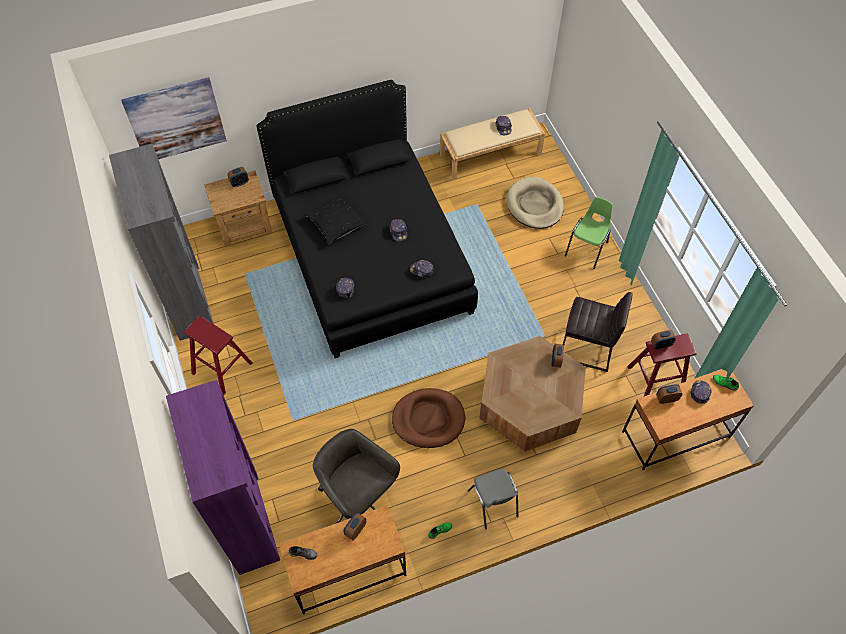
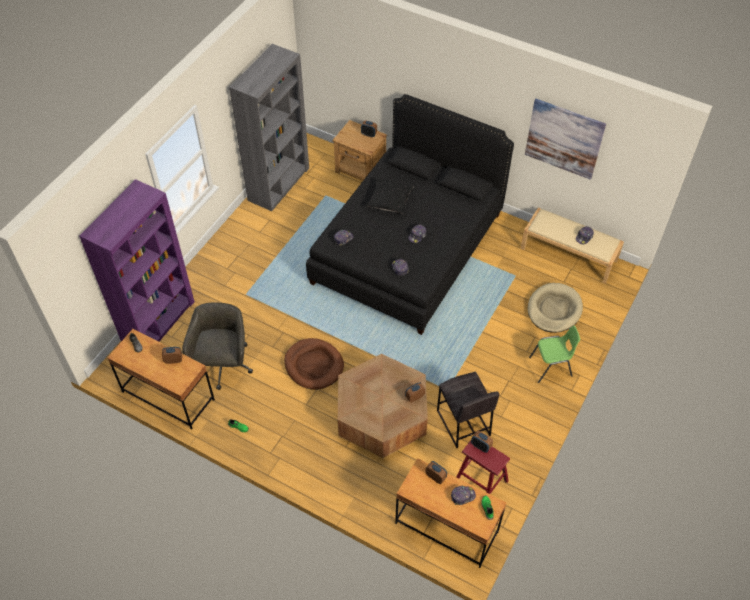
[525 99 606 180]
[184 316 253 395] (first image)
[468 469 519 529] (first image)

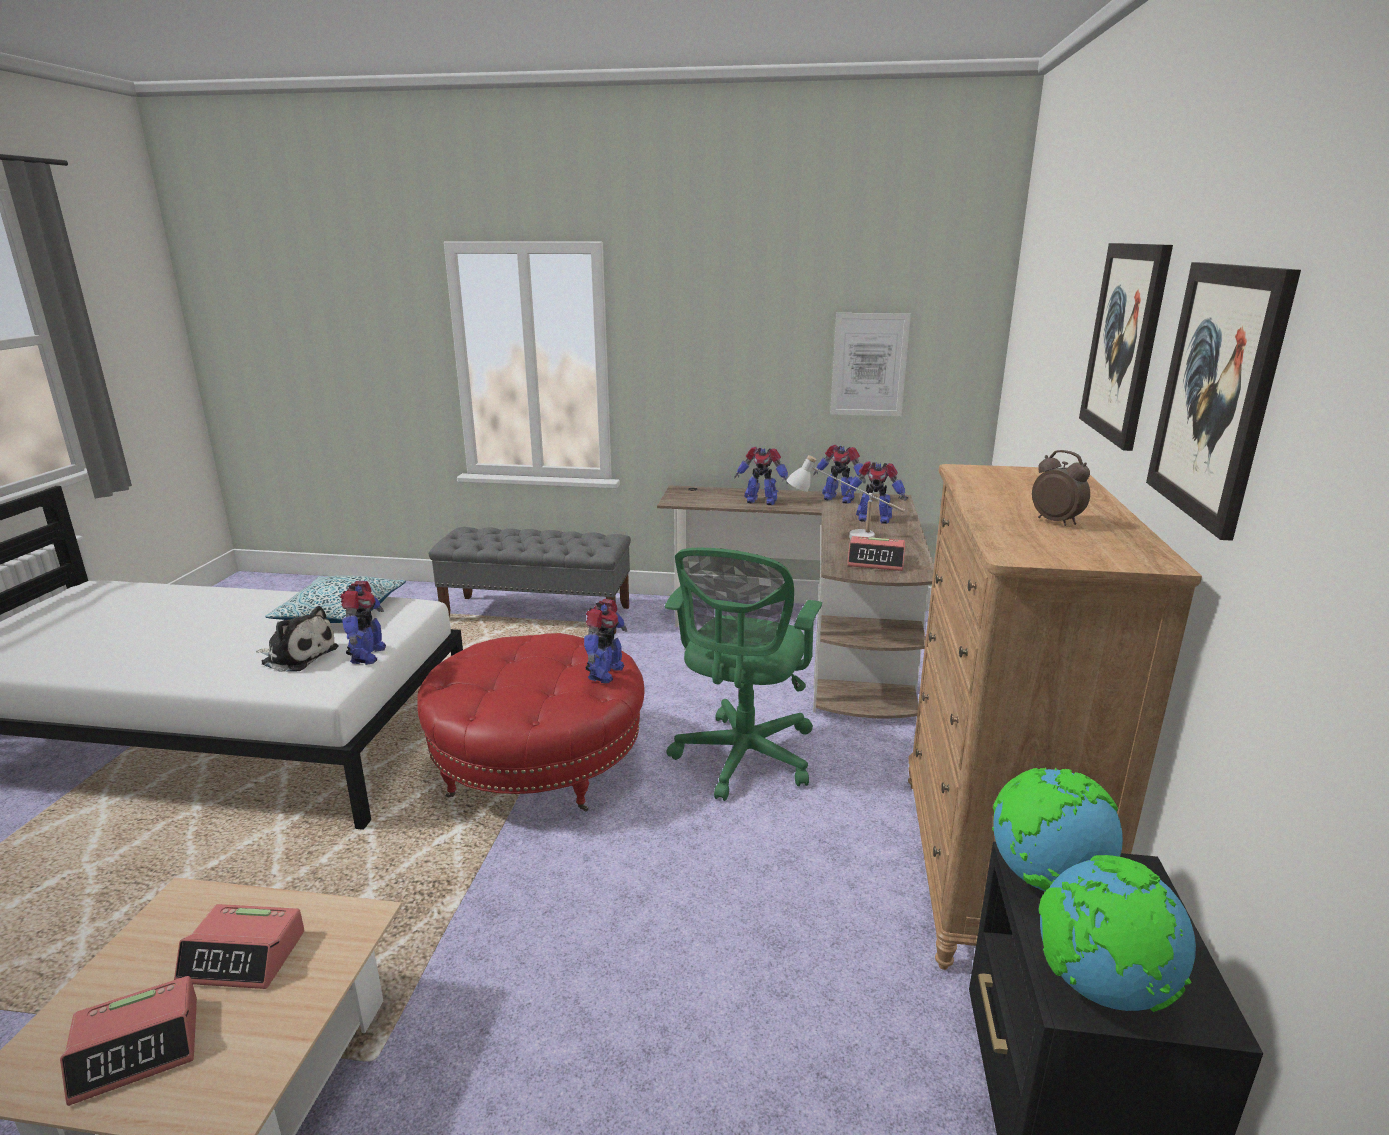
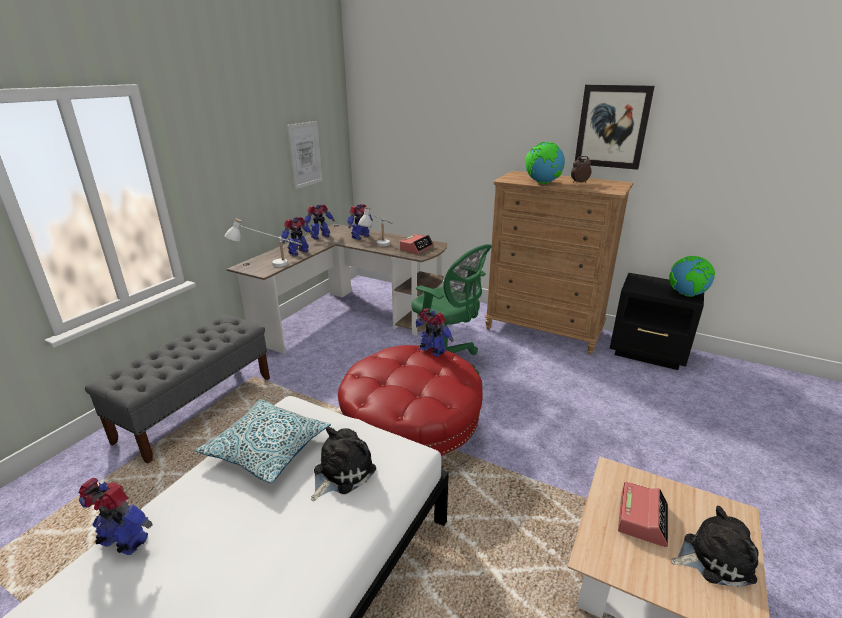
[671 506 759 588]
[79 478 153 555]
[525 142 565 184]
[1079 243 1173 451] (first image)
[225 219 302 267]

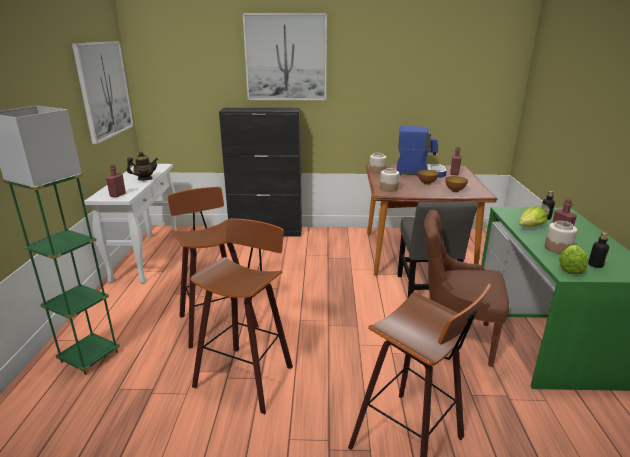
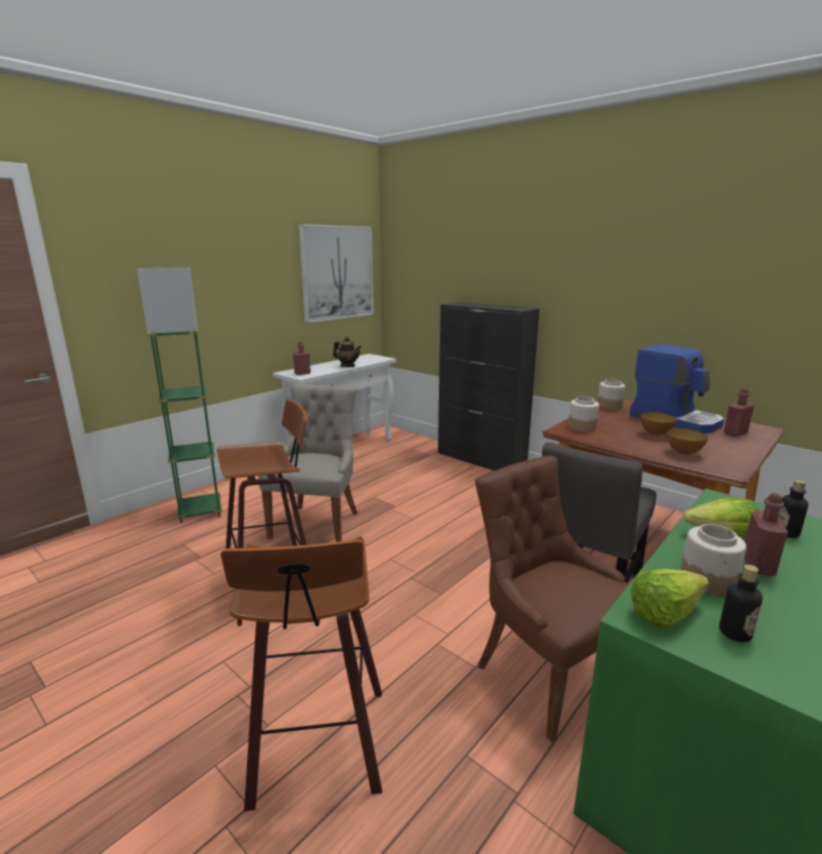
[258 384 358 542]
[242 13 327 100] (first image)

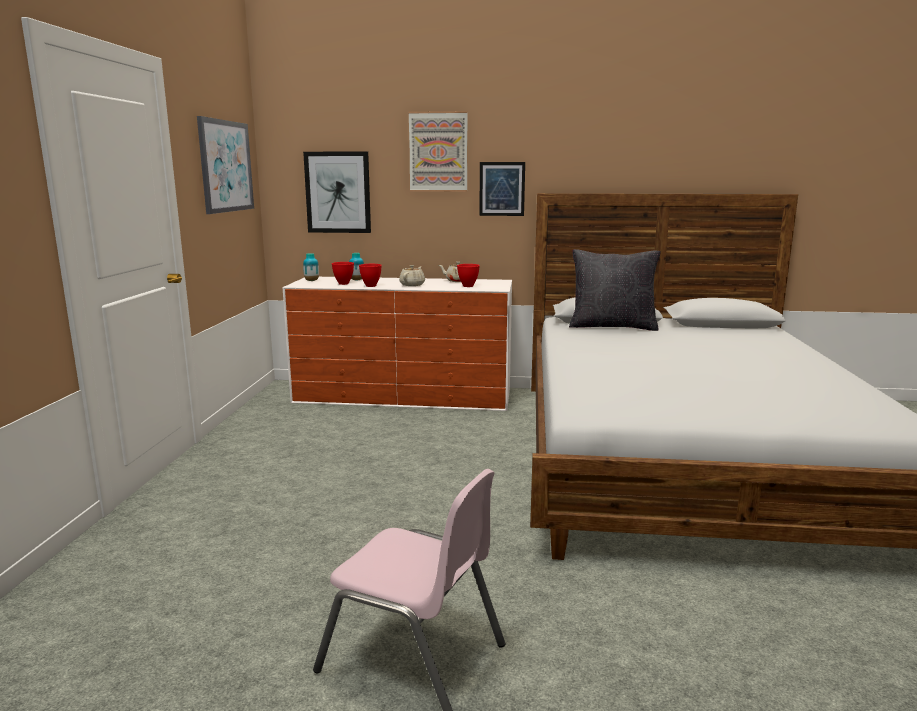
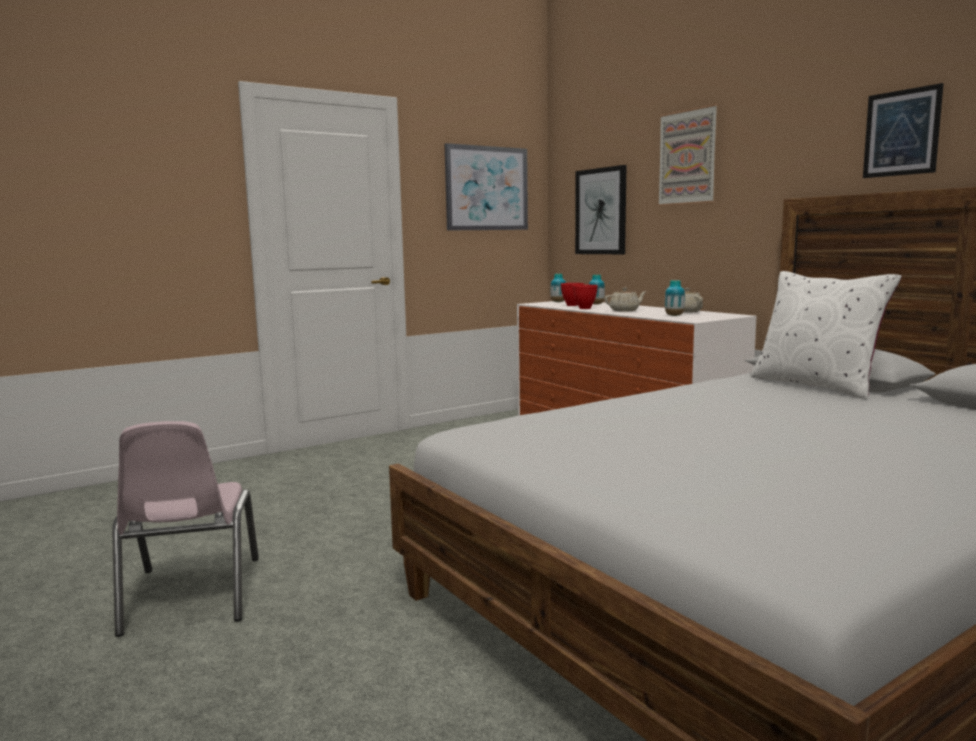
[665 280 685 316]
[863 83 944 178]
[750 271 902 399]

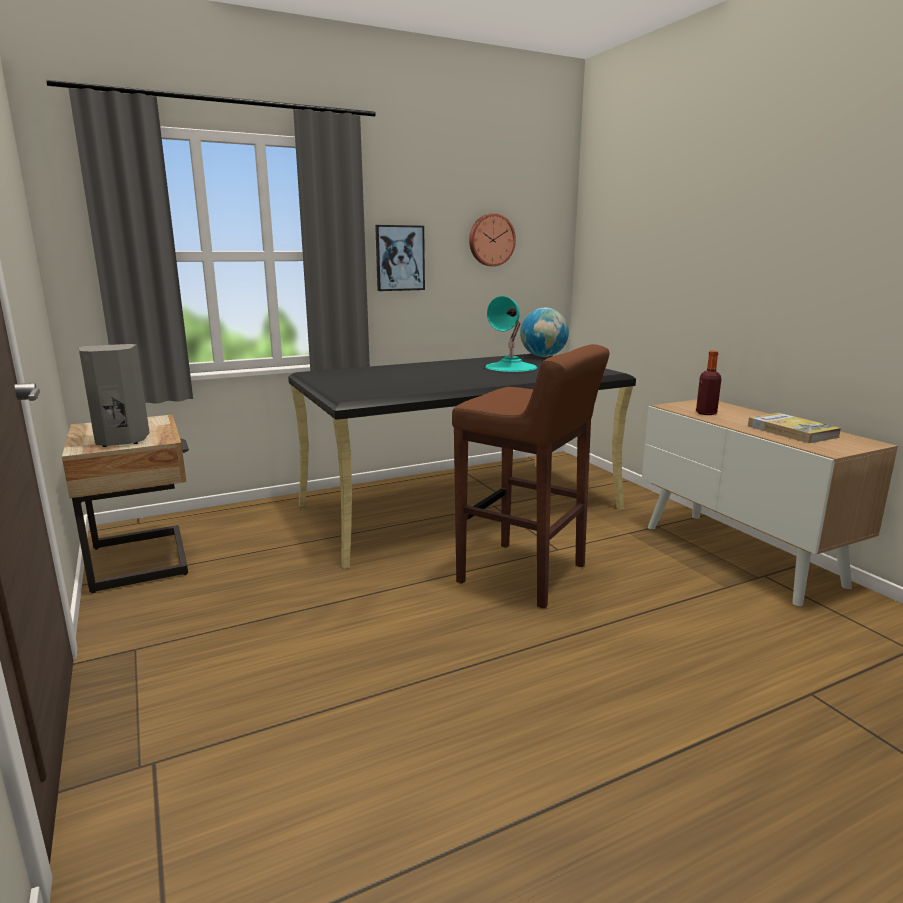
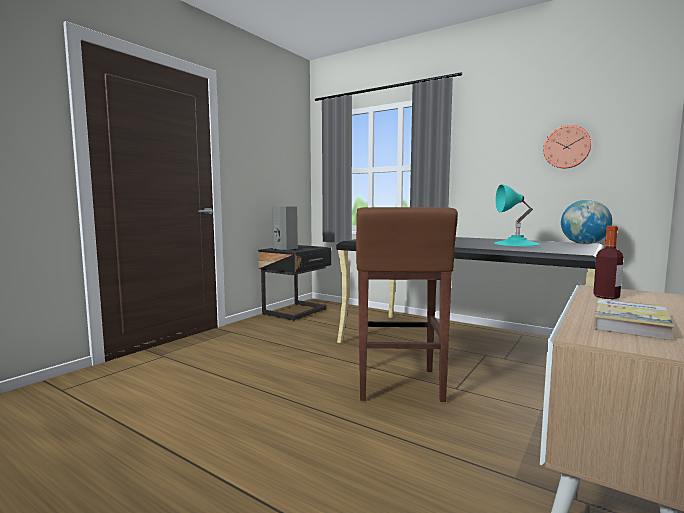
[258 245 331 321]
[375 225 425 291] (first image)

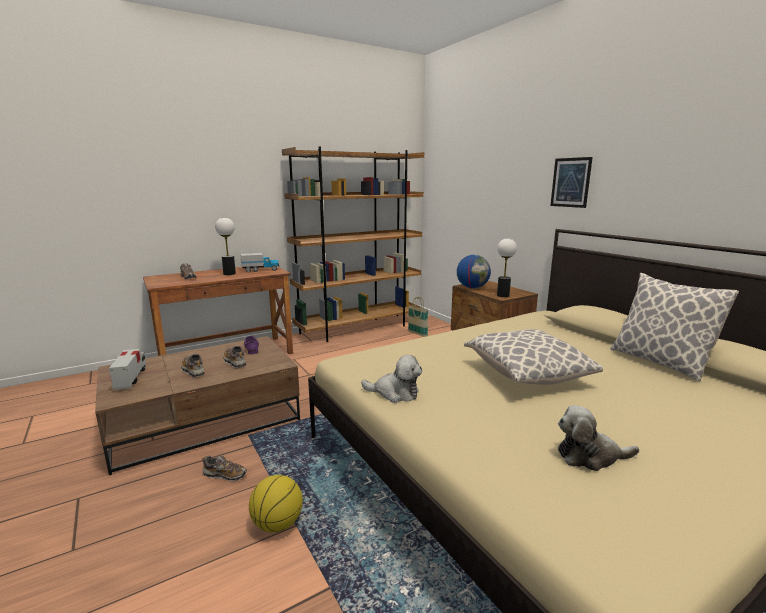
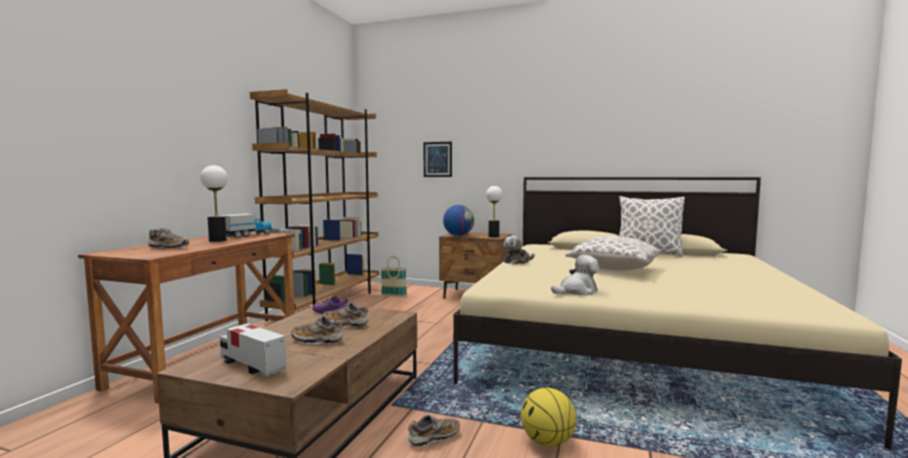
[423 142 452 177]
[503 236 535 264]

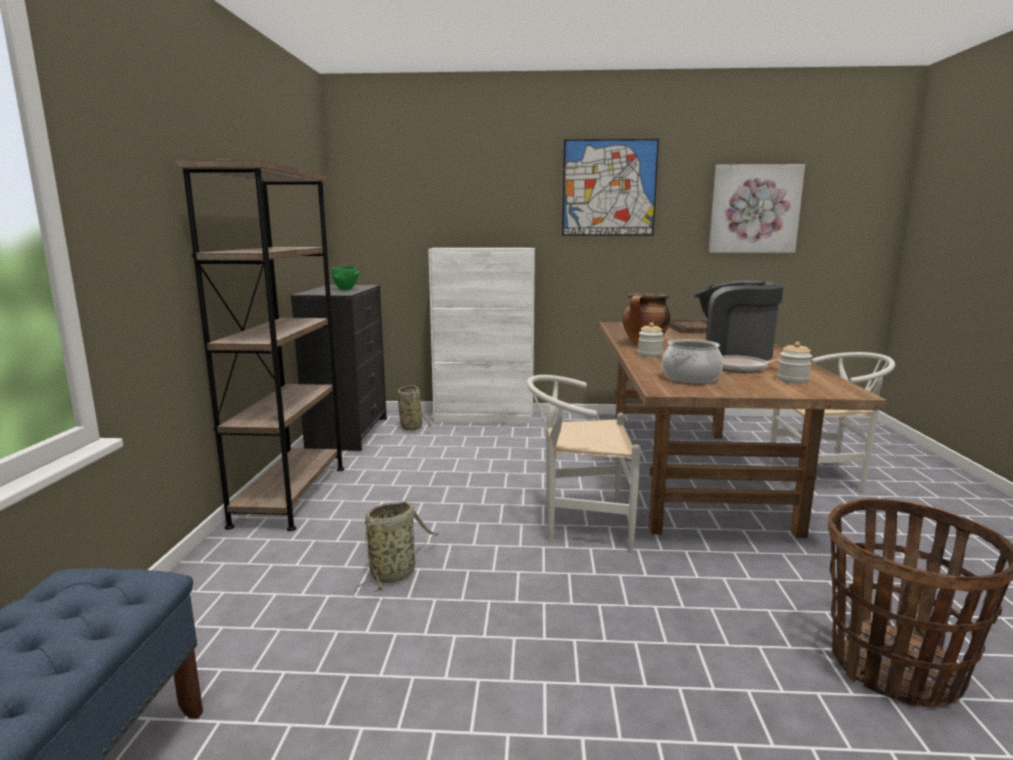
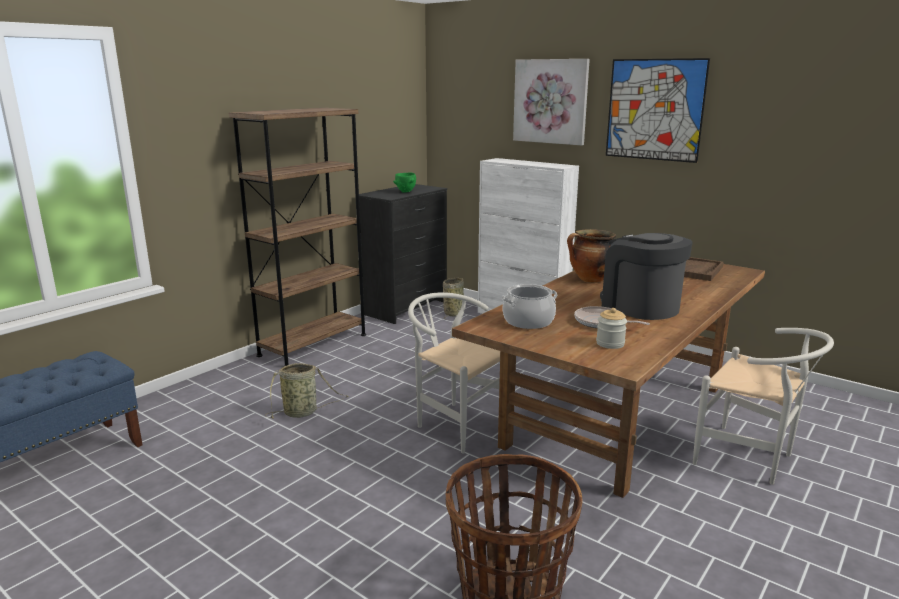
[638 322 664 357] (first image)
[513 59 590 145]

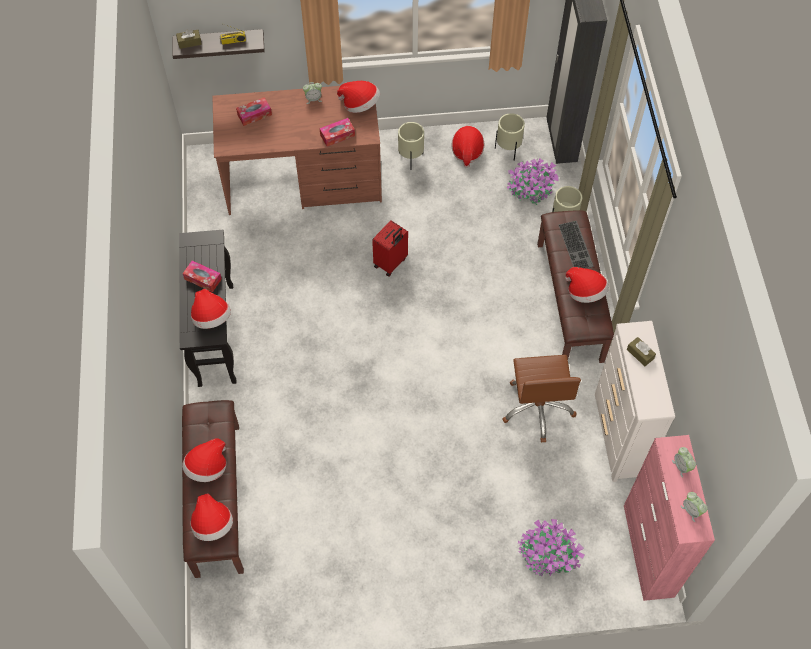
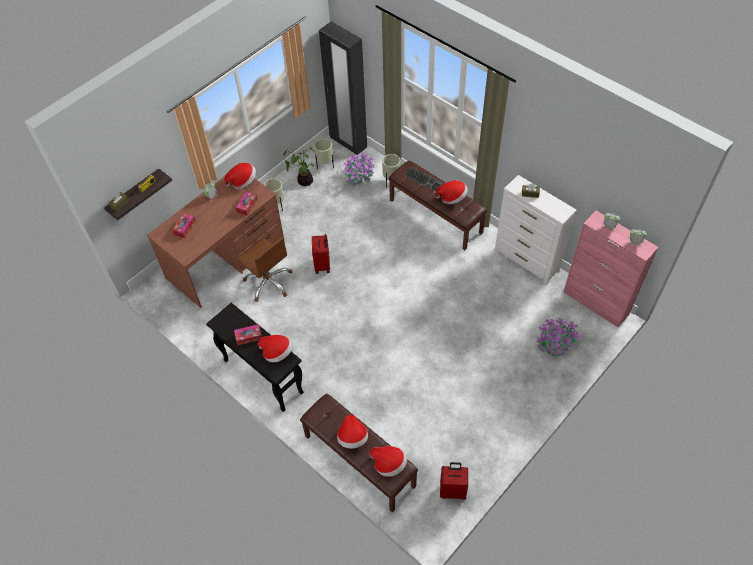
[284 146 316 186]
[237 237 293 302]
[440 462 468 500]

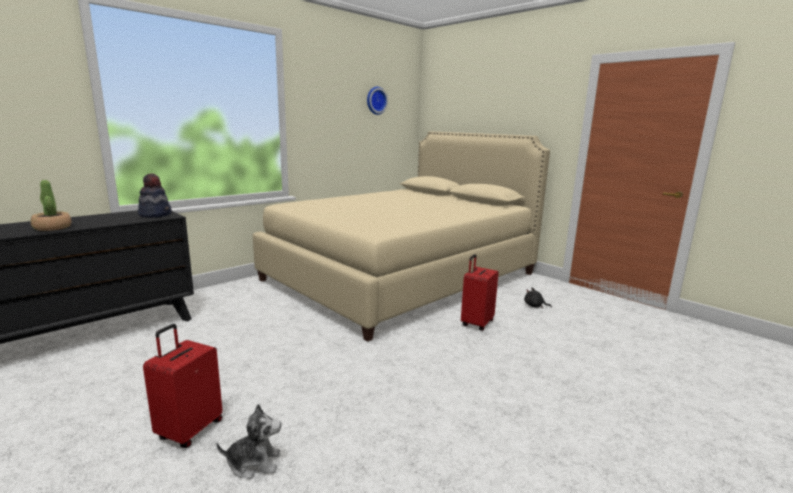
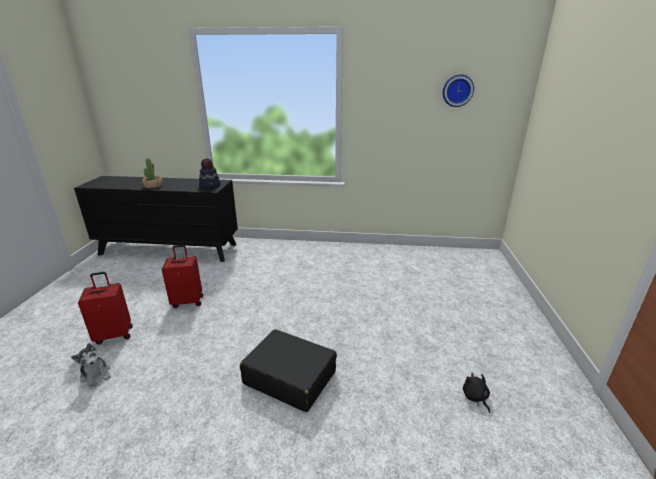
[253 131 550 342] (first image)
[162 245 203 308]
[240 329 337 412]

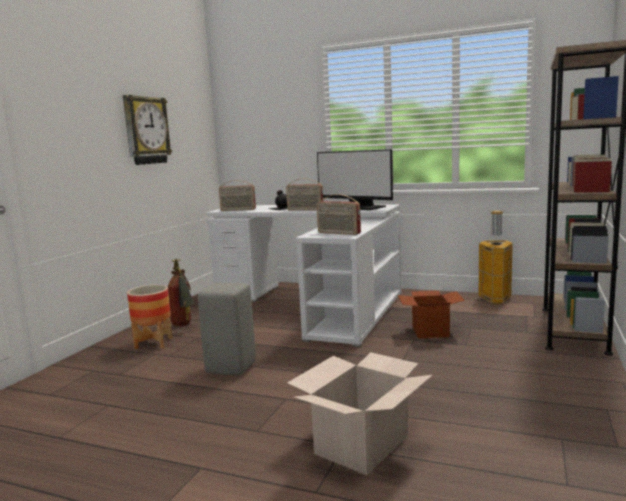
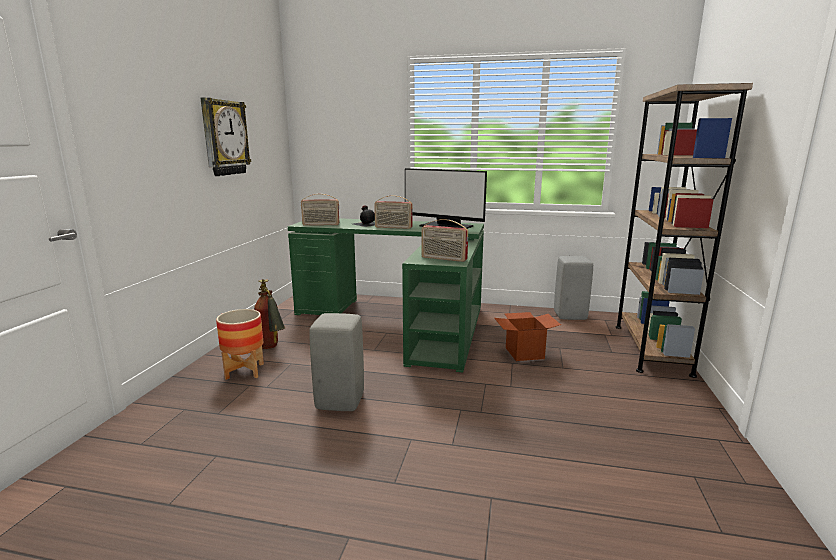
[288 218 484 372]
[287 352 433 475] (first image)
[554 256 593 320]

